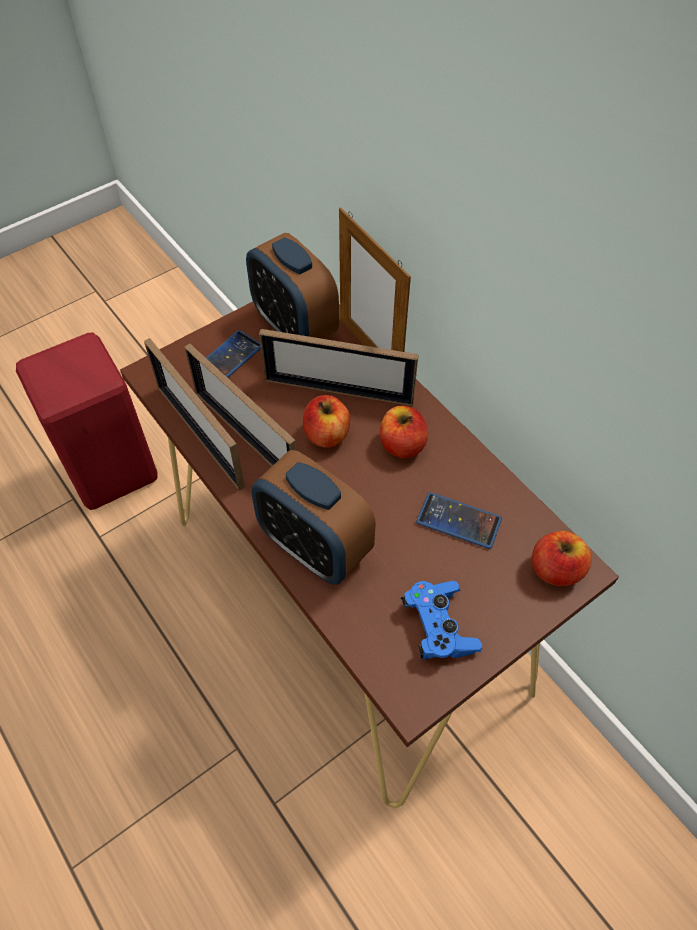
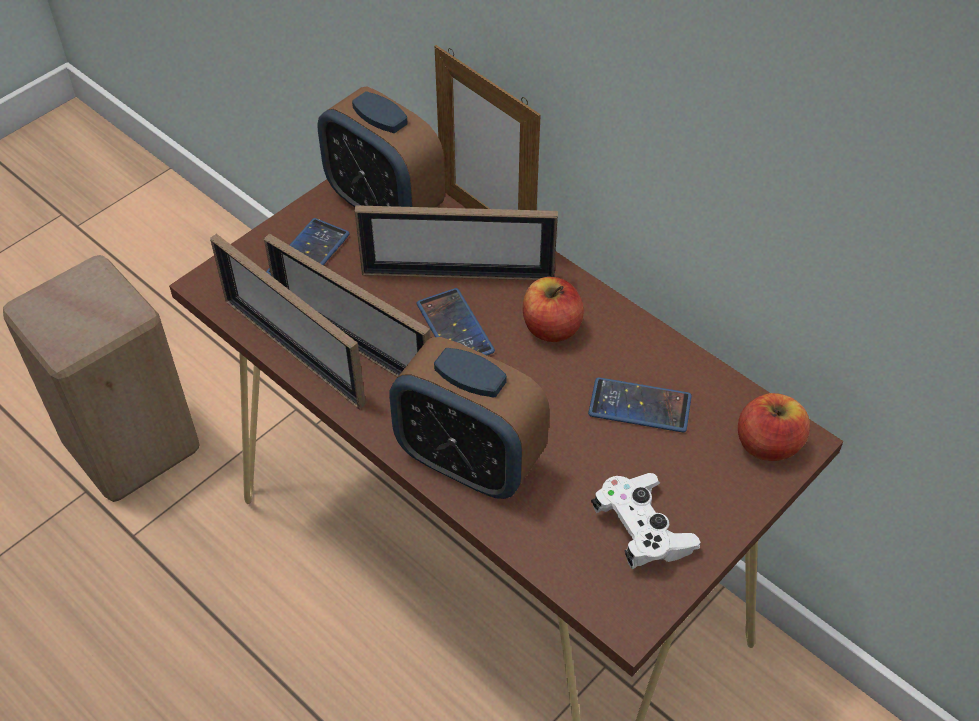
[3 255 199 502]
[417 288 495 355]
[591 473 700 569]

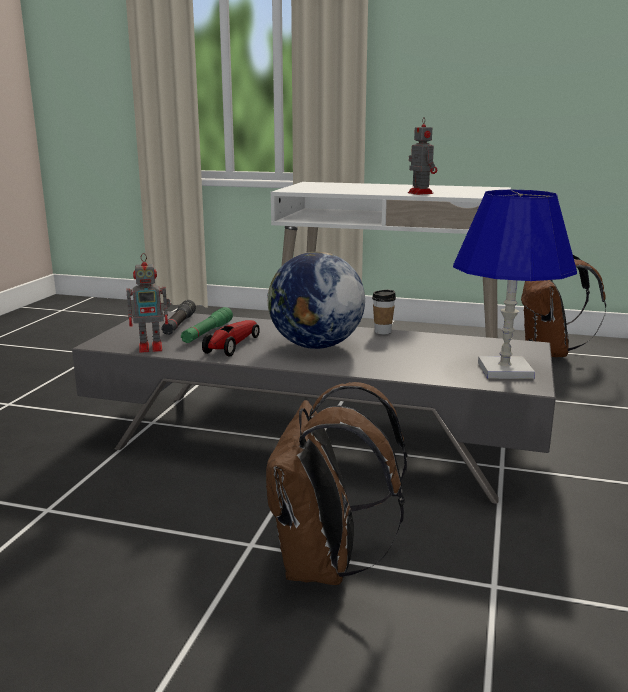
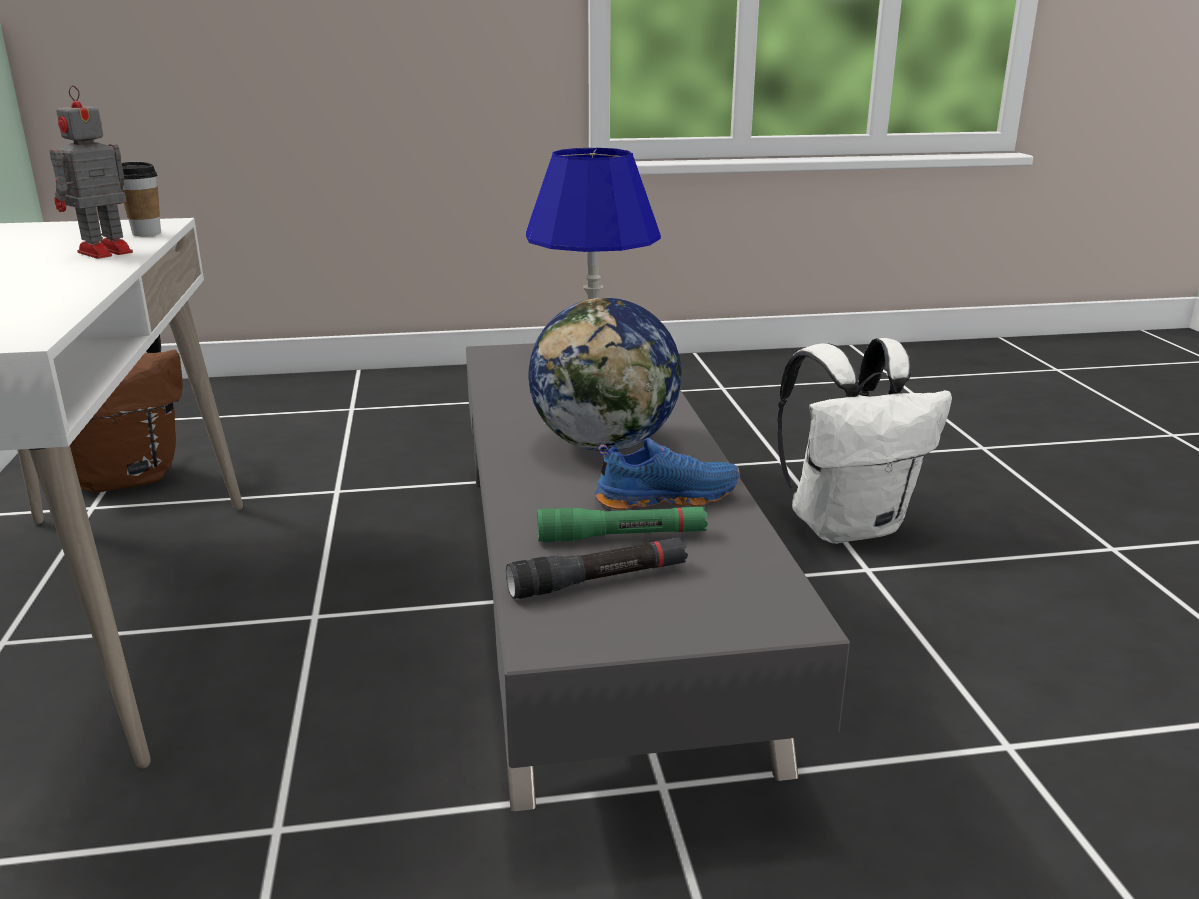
[126 253 171 353] (first image)
[594 438 739 510]
[777 338 952 544]
[122 162 161 236]

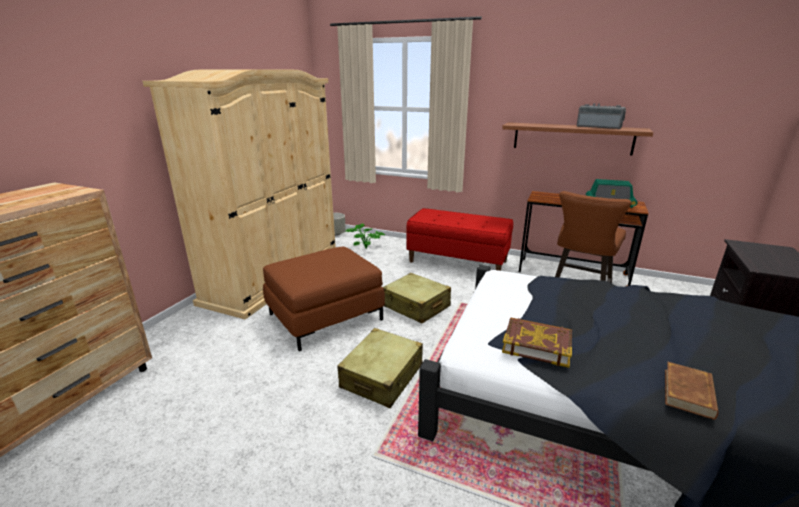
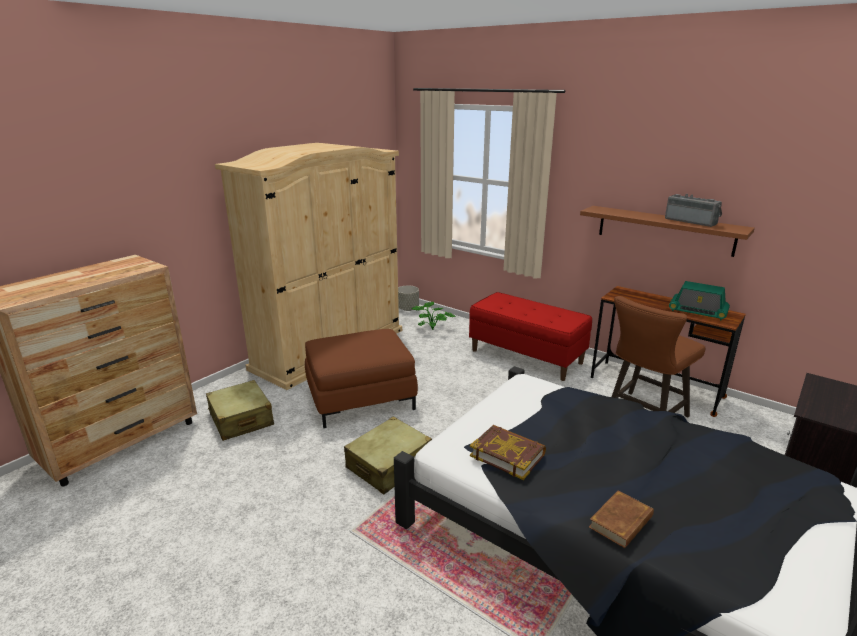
[206 380 274 441]

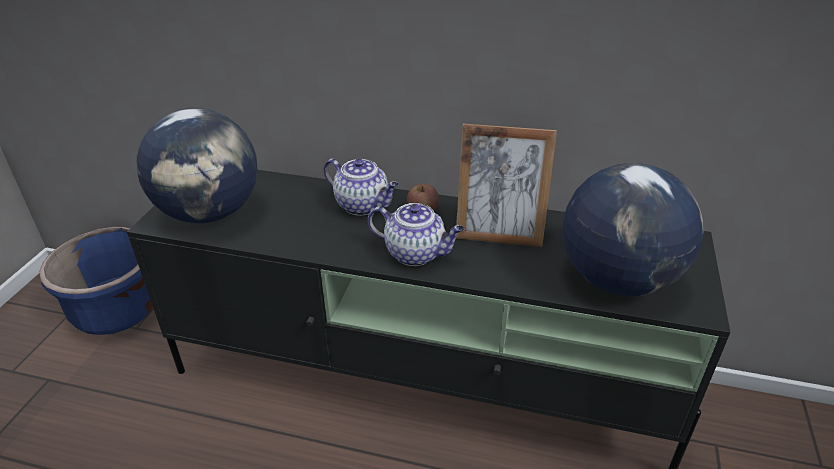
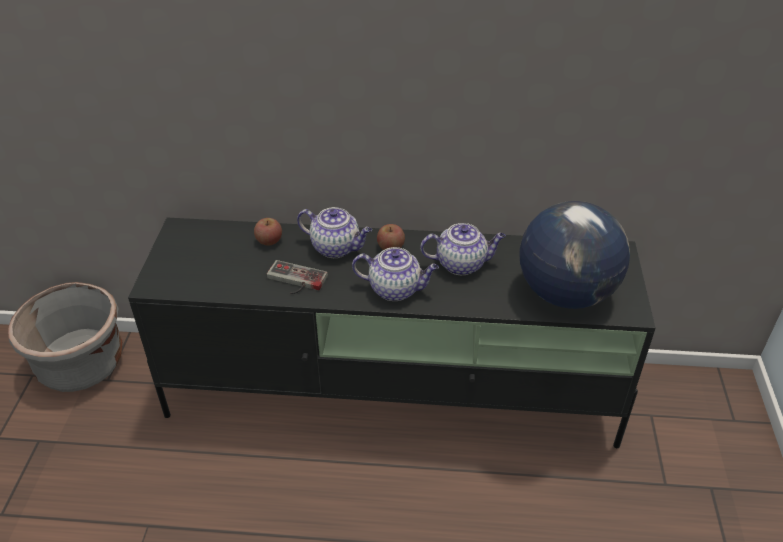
[8 282 122 392]
[136 108 258 223] (first image)
[420 223 506 275]
[254 218 282 246]
[267 260 328 294]

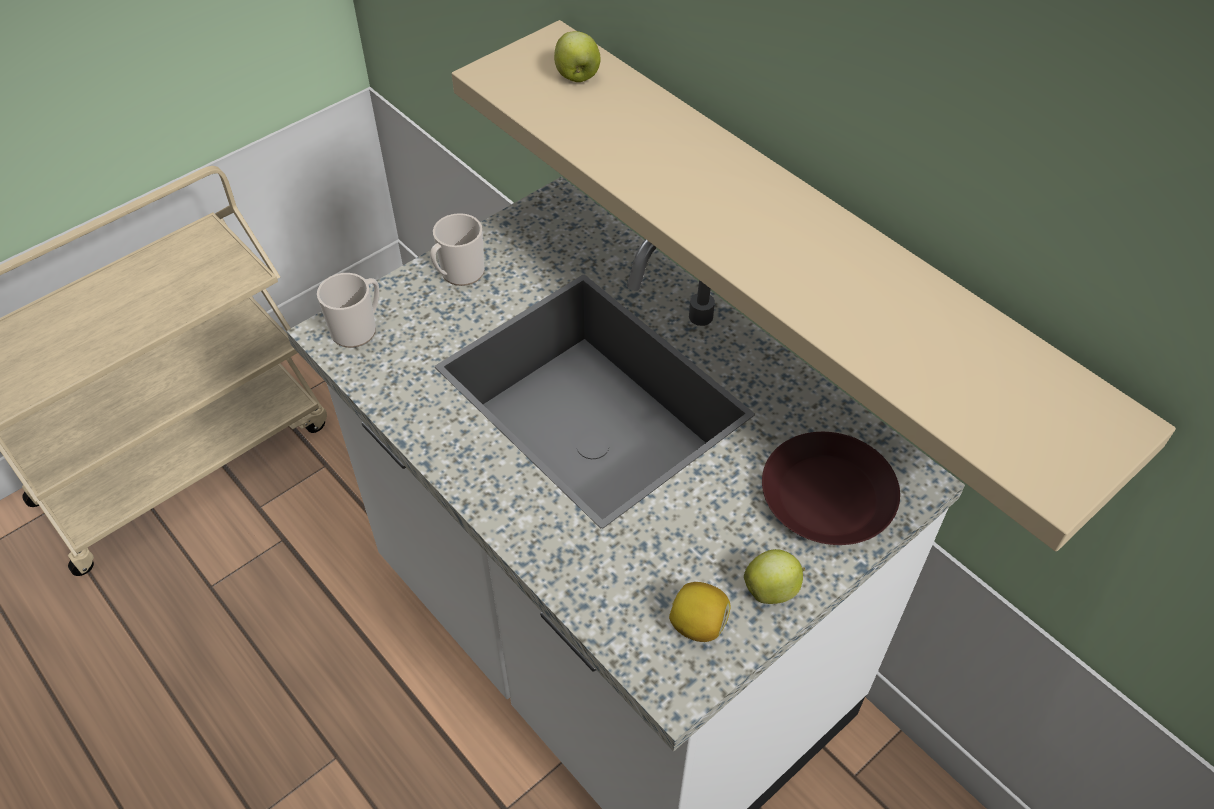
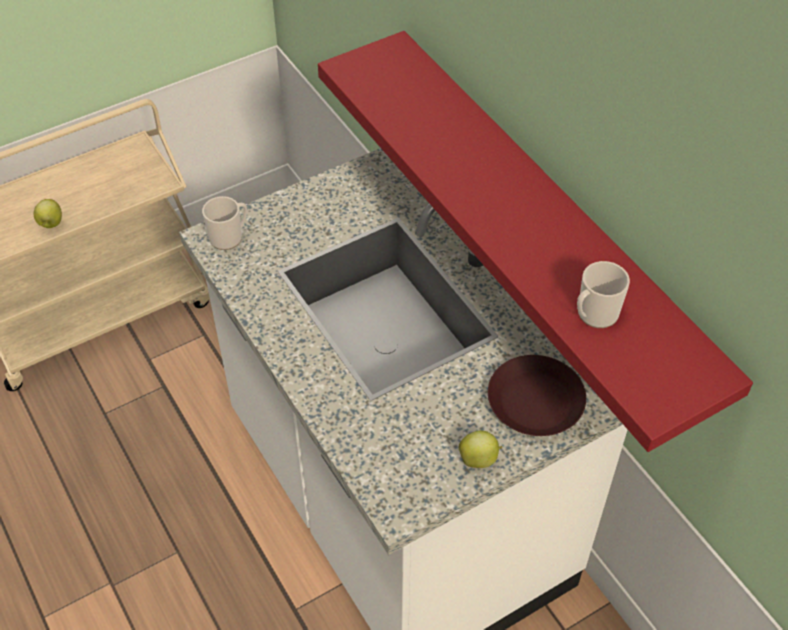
[577 261 630 328]
[318 31 753 452]
[34 199 62 228]
[669 582 731 642] (first image)

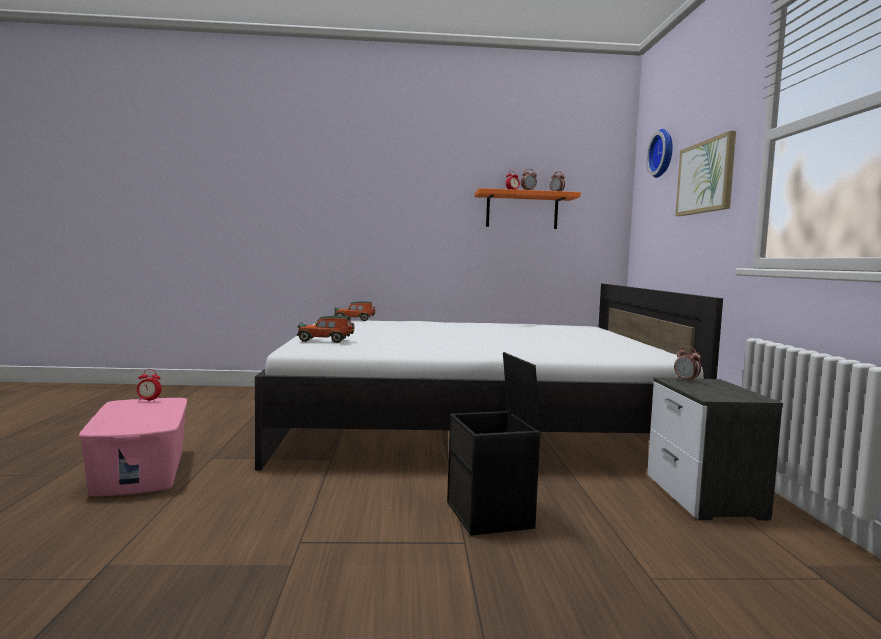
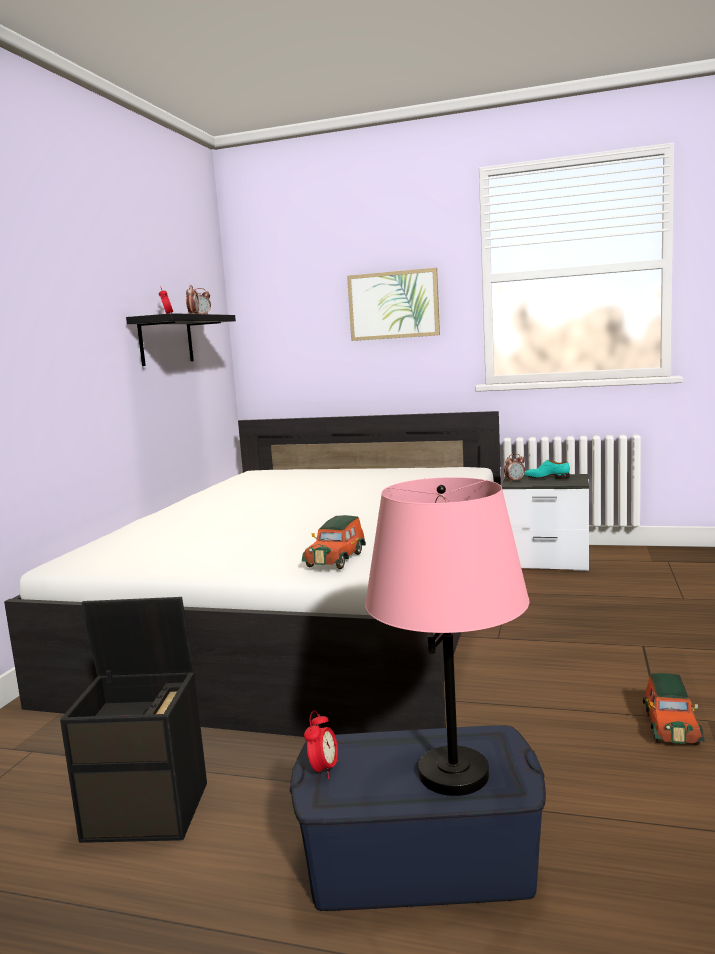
[290 725 546 911]
[643 673 705 745]
[60 597 207 843]
[126 313 236 366]
[646 129 673 178] (first image)
[365 477 529 796]
[524 460 570 479]

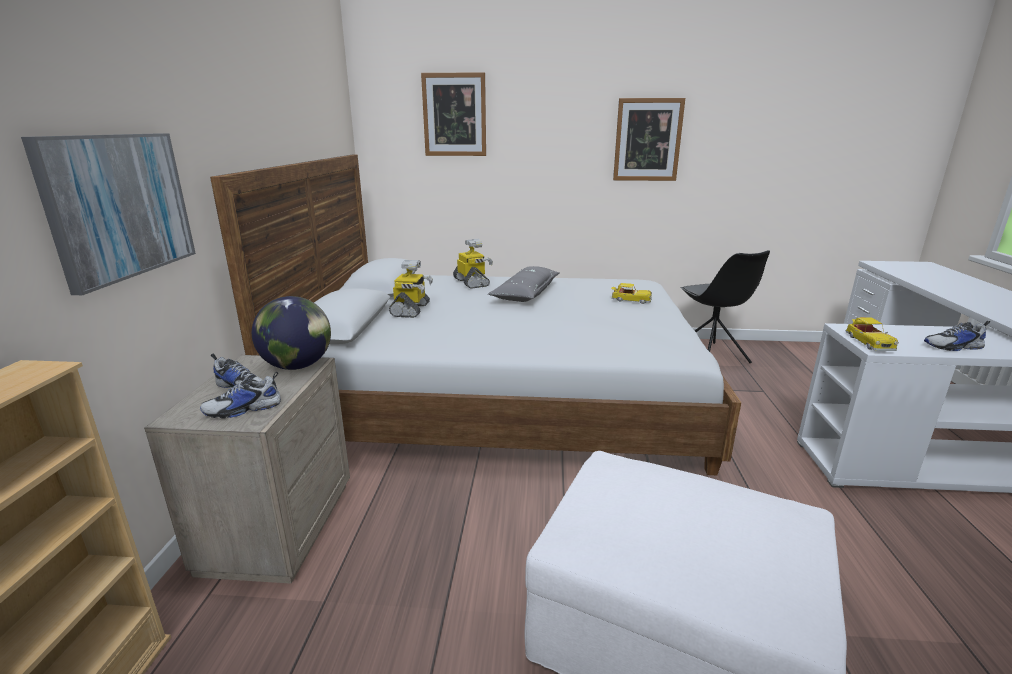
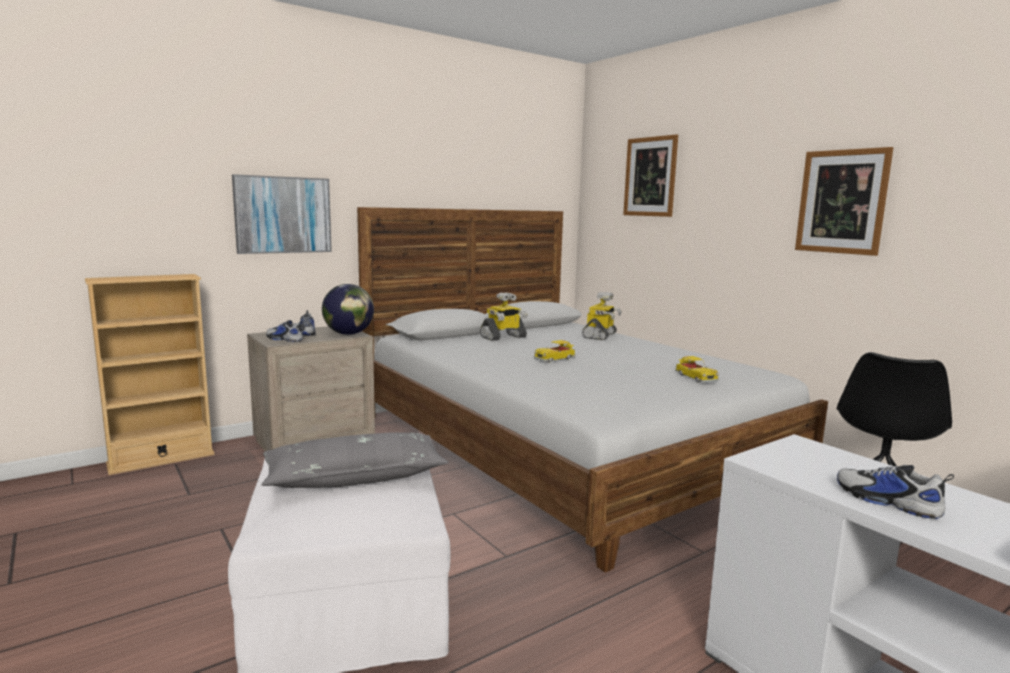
[261 432 449 488]
[534 340 575 362]

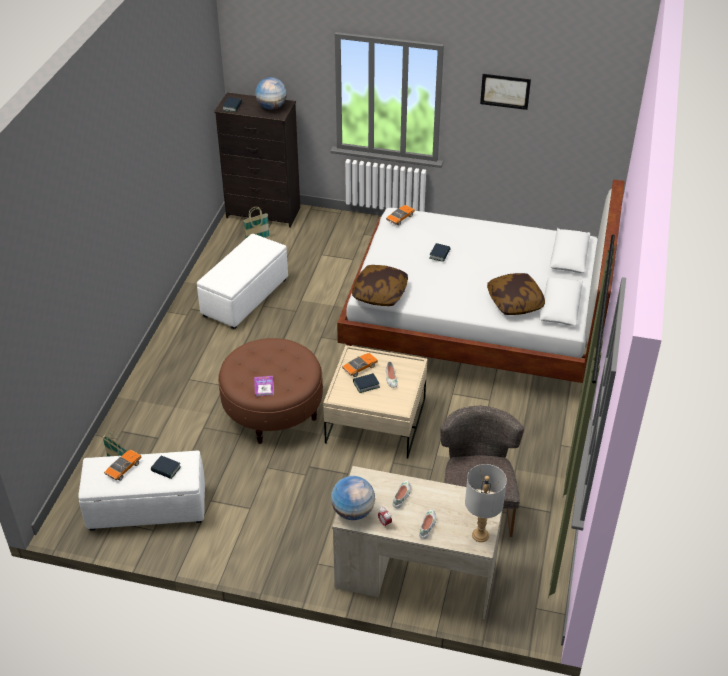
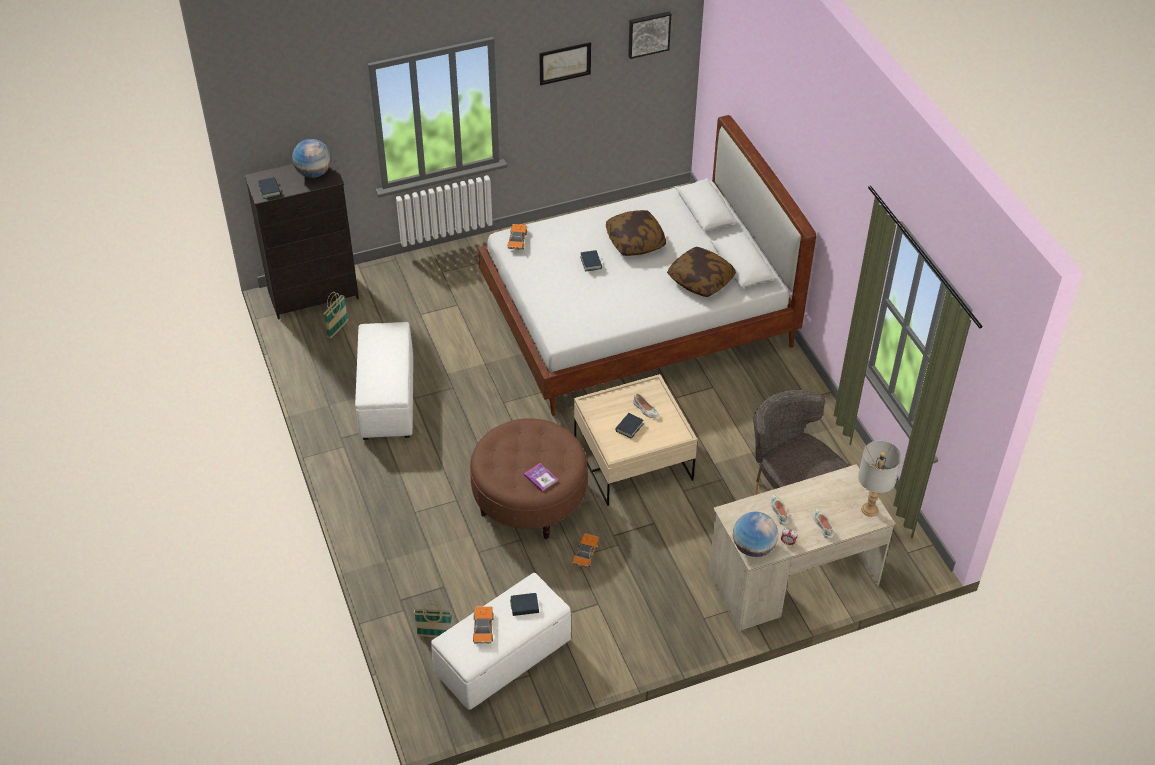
[572 533 599 568]
[606 210 666 256]
[628 11 671 59]

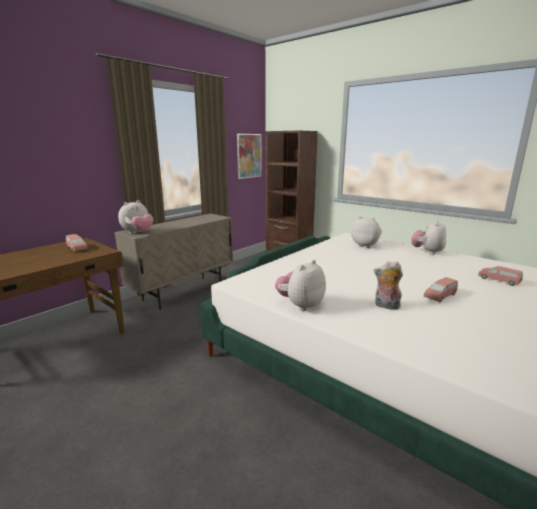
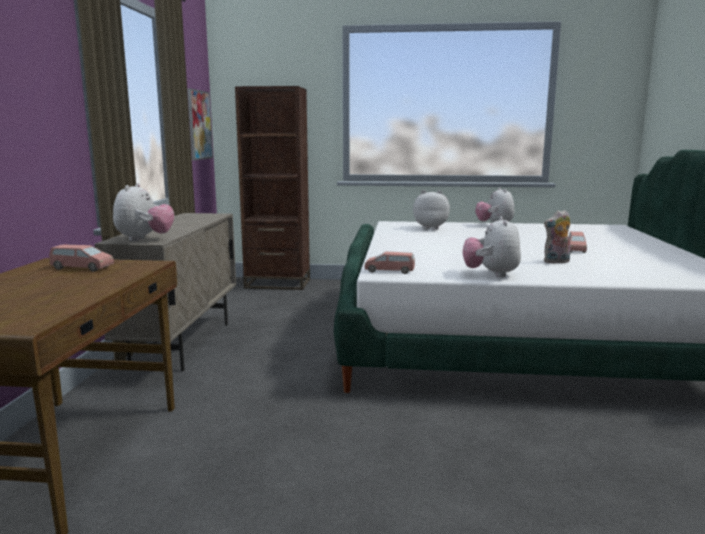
[364 251 415 274]

